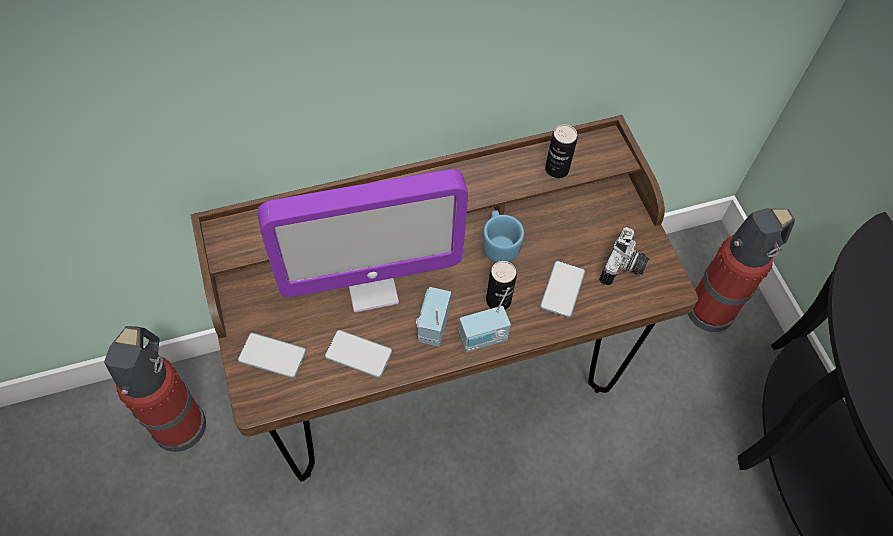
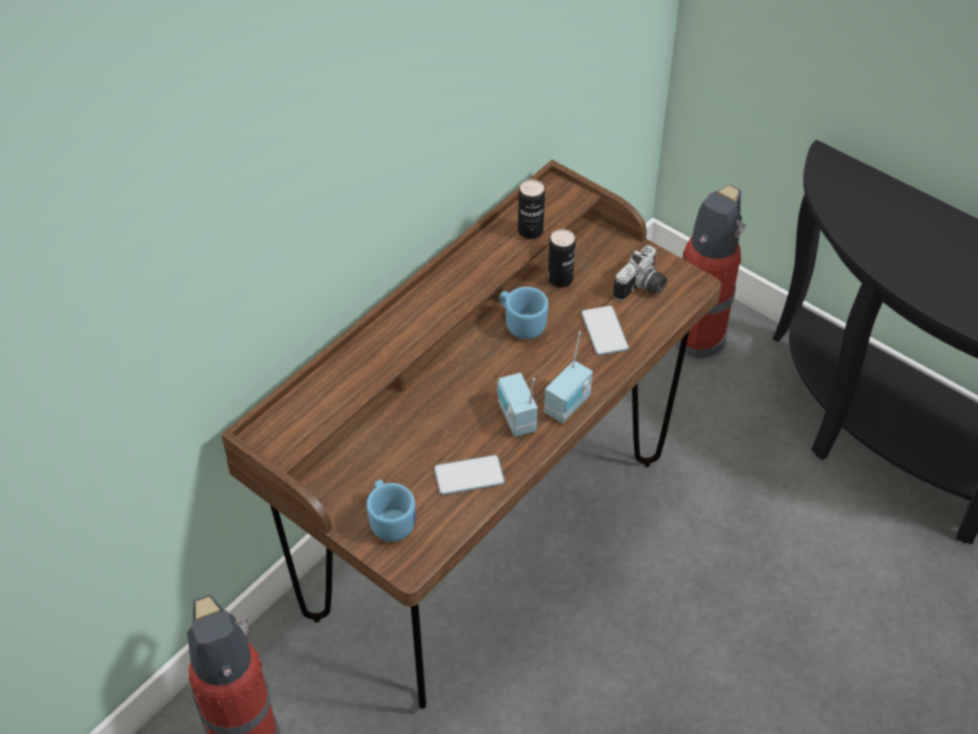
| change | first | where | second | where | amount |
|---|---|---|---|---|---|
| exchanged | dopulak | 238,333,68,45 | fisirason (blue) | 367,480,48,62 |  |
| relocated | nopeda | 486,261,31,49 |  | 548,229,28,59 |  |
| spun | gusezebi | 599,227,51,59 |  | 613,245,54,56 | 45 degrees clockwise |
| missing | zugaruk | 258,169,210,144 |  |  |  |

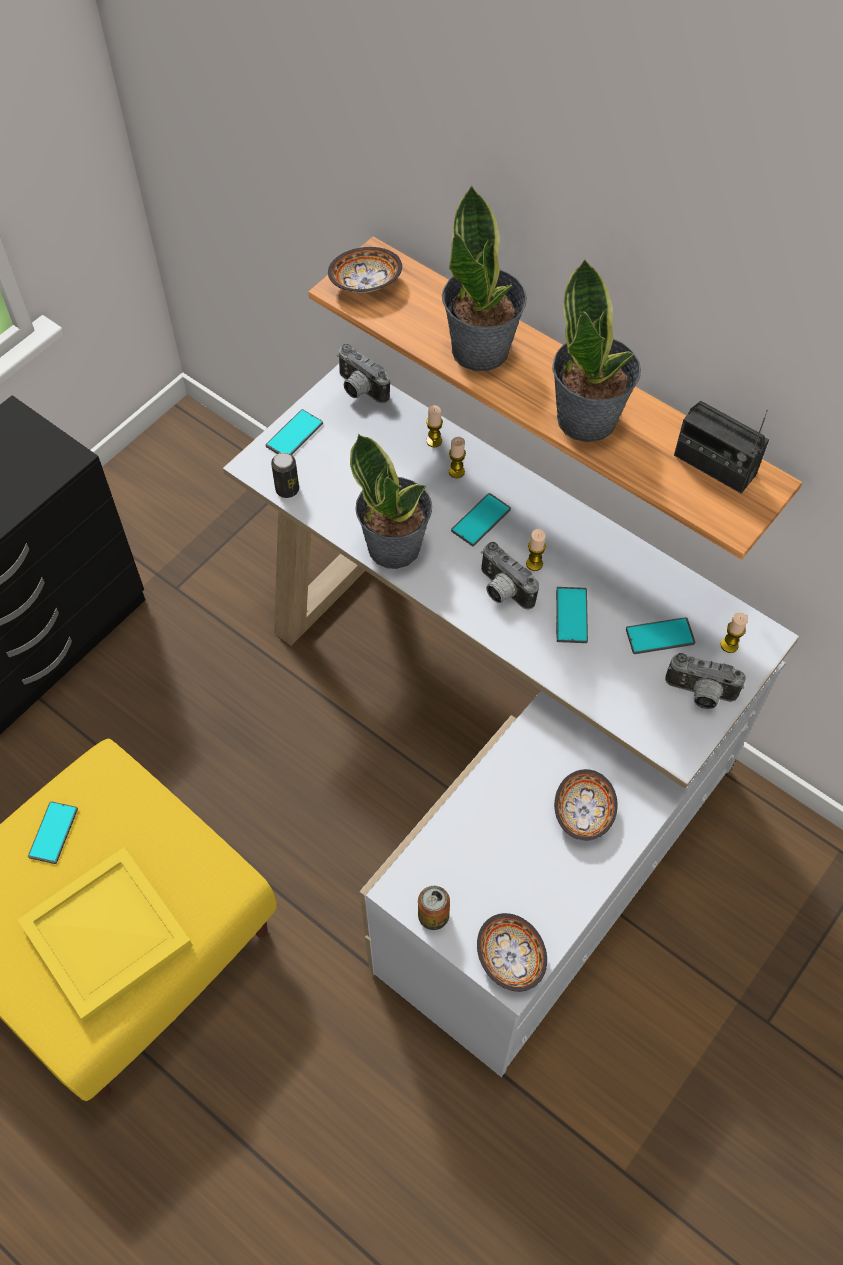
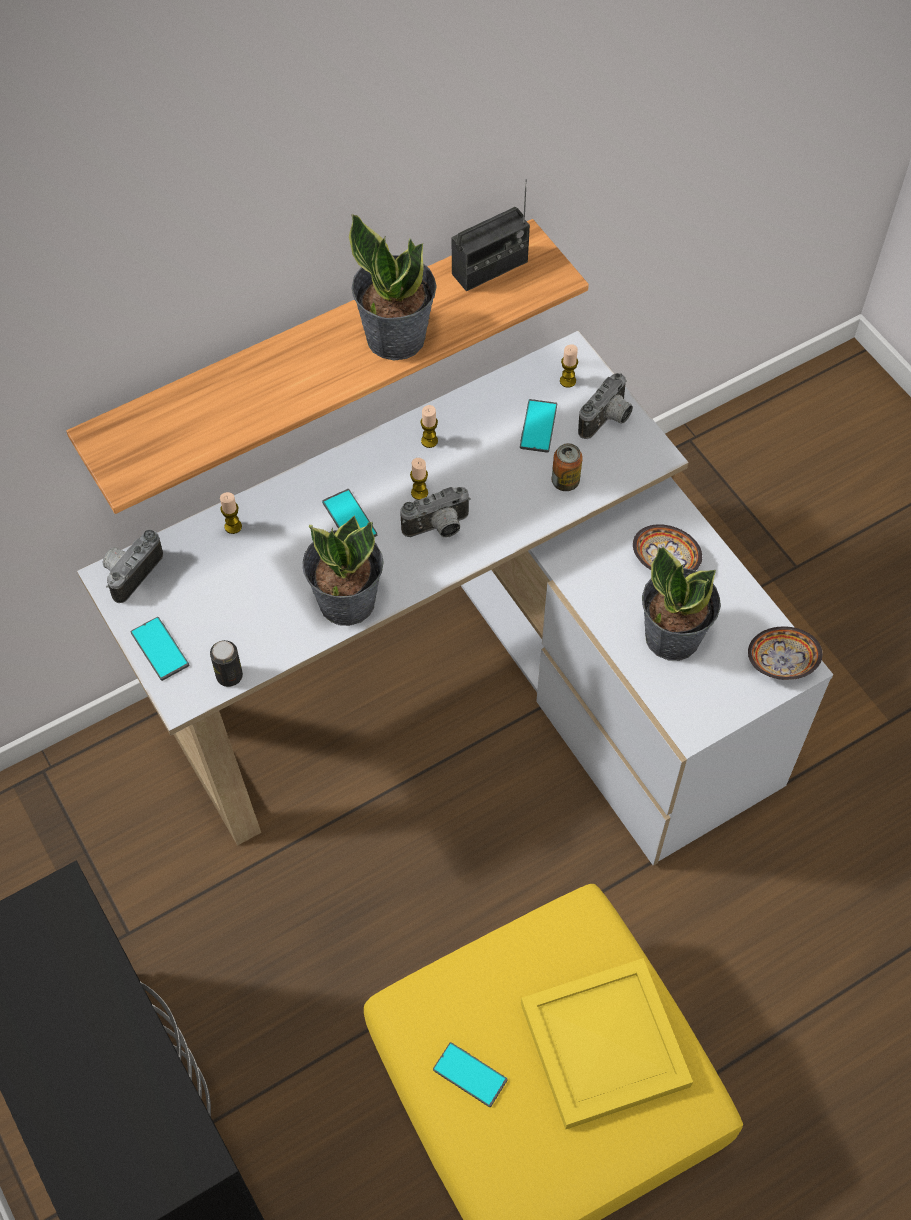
| change | first | where | second | where | amount |
|---|---|---|---|---|---|
| spun | gusezebi | 337,344,53,60 |  | 103,530,60,73 | 150 degrees clockwise |
| relocated | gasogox | 449,437,17,41 |  | 420,405,18,43 |  |
| relocated | nopeda | 418,886,32,44 |  | 552,443,31,48 |  |
| relocated | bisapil | 442,185,85,186 |  | 642,546,79,115 |  |
| missing | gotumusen | 328,247,74,46 |  |  |  |
| missing | dopulak | 556,587,32,56 |  |  |  |

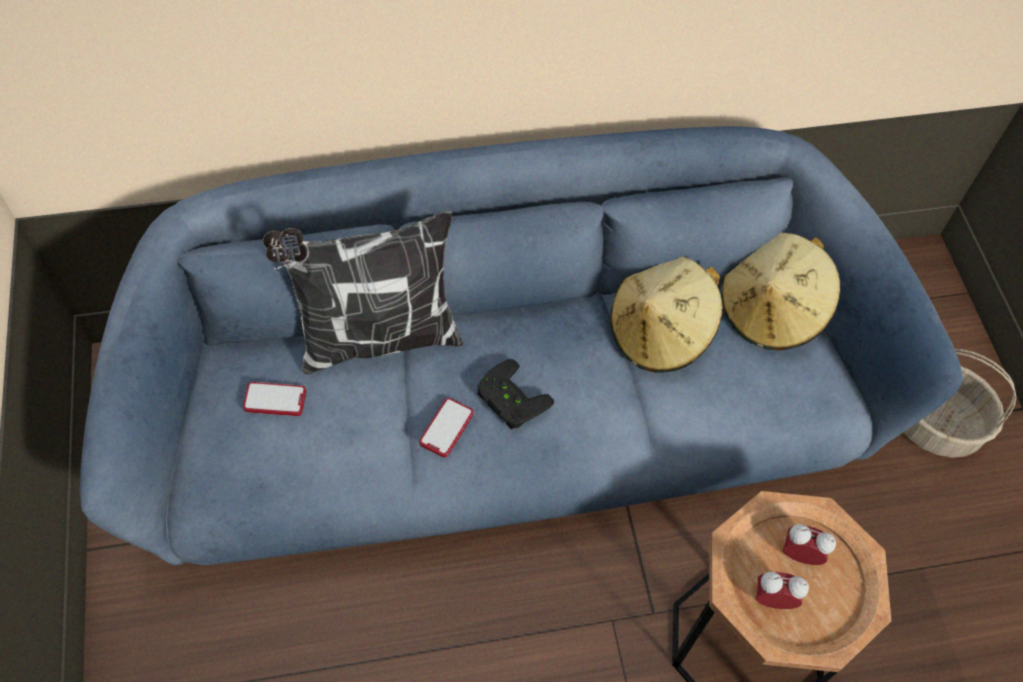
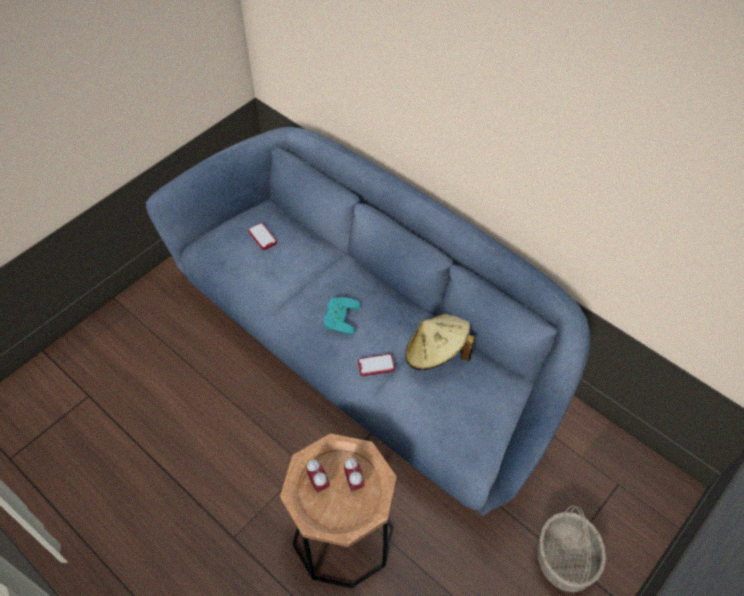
| change | first | where | second | where | amount |
|---|---|---|---|---|---|
| colour | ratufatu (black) | 477,359,77,71 | ratufatu (turquoise) | 324,297,37,38 |  |
| relocated | dopulak | 419,398,54,60 |  | 358,354,37,22 |  |
| missing | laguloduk | 263,211,201,164 |  |  |  |
| missing | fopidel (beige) | 721,233,119,117 |  |  |  |

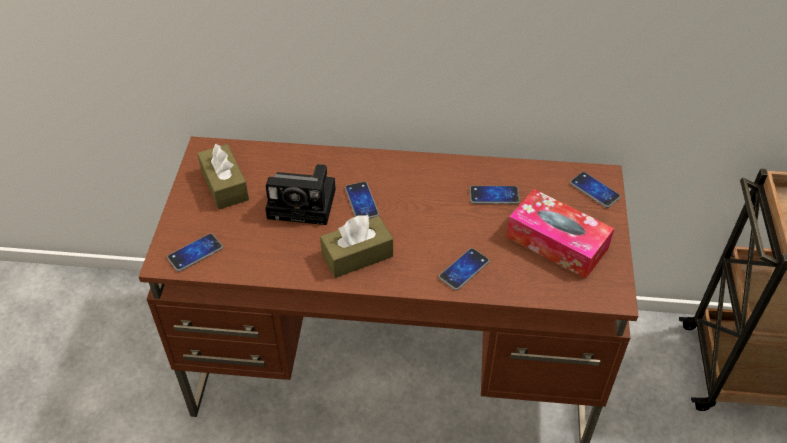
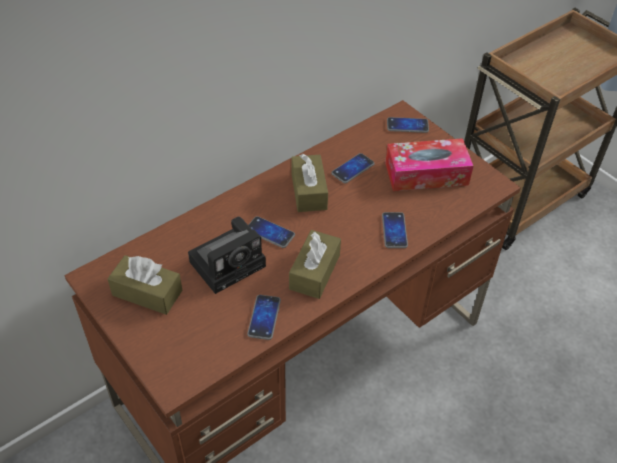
| change | first | where | second | where | amount |
|---|---|---|---|---|---|
| relocated | dopulak | 167,233,56,39 |  | 247,295,34,45 |  |
| appeared |  |  | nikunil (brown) | 291,154,37,58 |  |

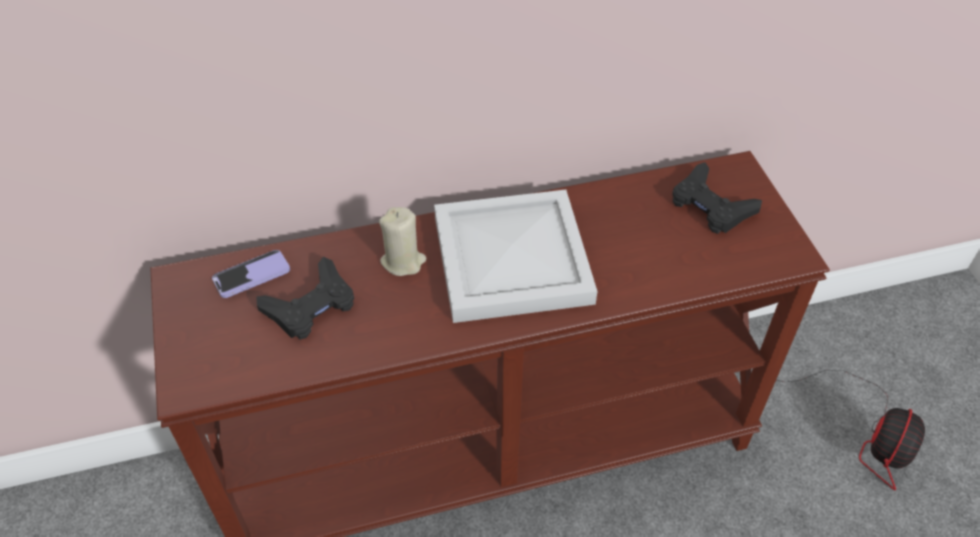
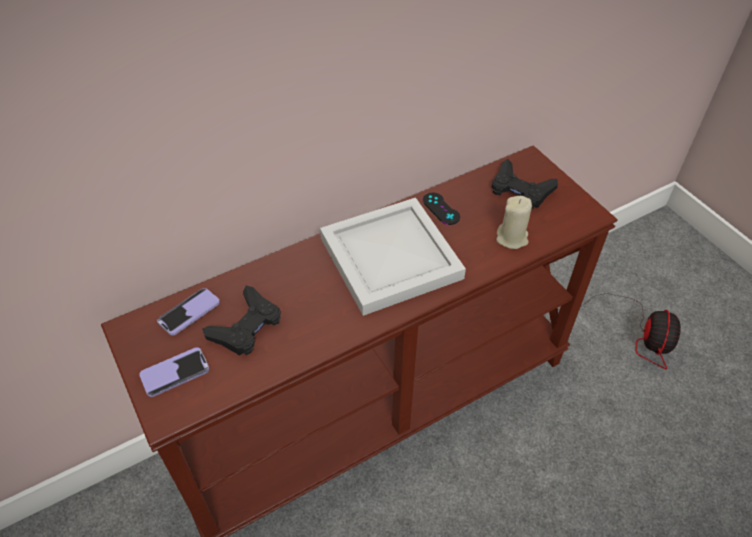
| change | first | where | second | where | amount |
|---|---|---|---|---|---|
| appeared |  |  | dopulak | 139,347,70,50 |  |
| appeared |  |  | ratufatu (black) | 423,193,37,32 |  |
| relocated | gasogox (beige) | 379,207,47,69 |  | 496,196,36,53 |  |

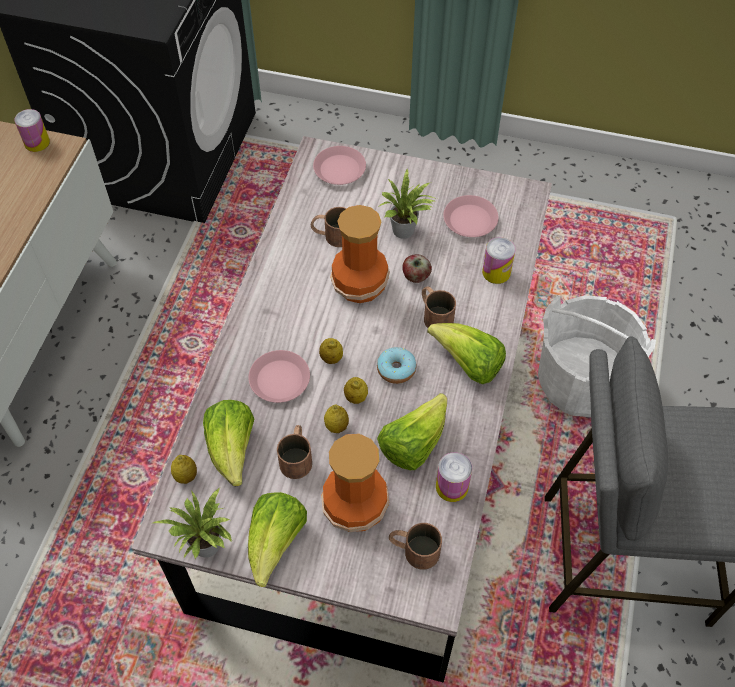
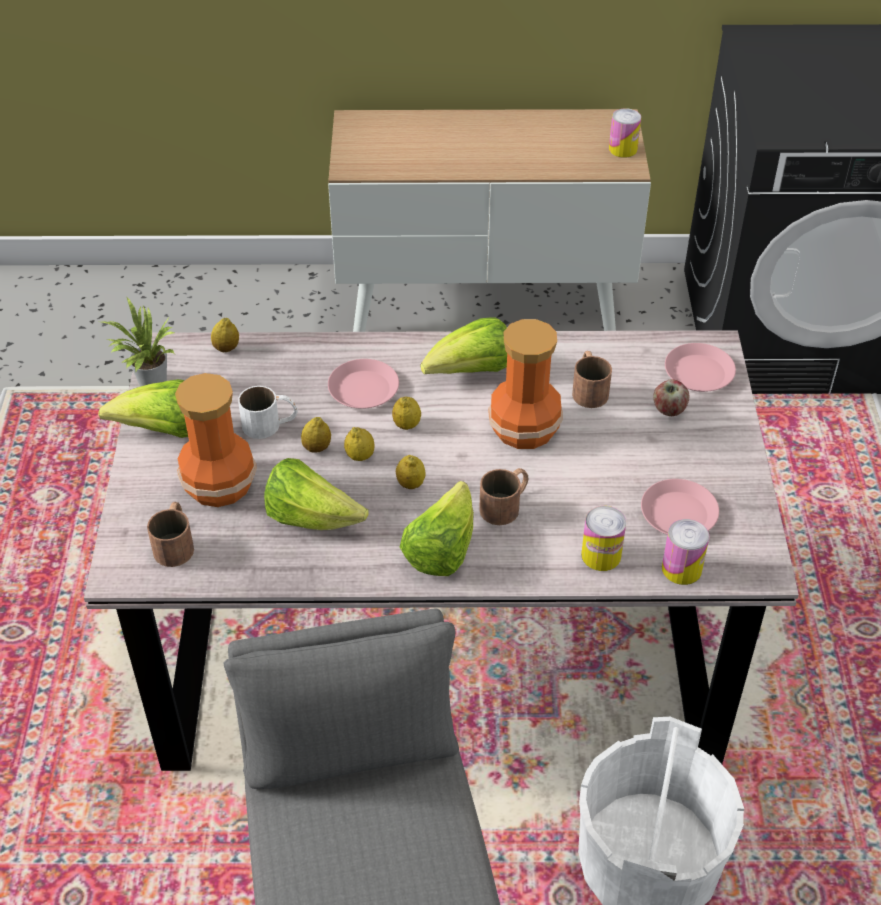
| change | first | where | second | where | amount |
|---|---|---|---|---|---|
| colour | fisirason (brown) | 277,425,35,54 | fisirason (white) | 238,386,60,53 |  |
| exchanged | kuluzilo | 377,347,39,37 | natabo | 396,455,30,34 |  |
| relocated | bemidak | 203,400,51,86 |  | 421,317,86,57 |  |
| relocated | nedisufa | 402,254,30,29 |  | 653,379,36,37 |  |
| relocated | nopeda | 436,452,36,50 |  | 662,519,48,66 |  |
| missing | bisapil | 378,168,59,71 |  |  |  |

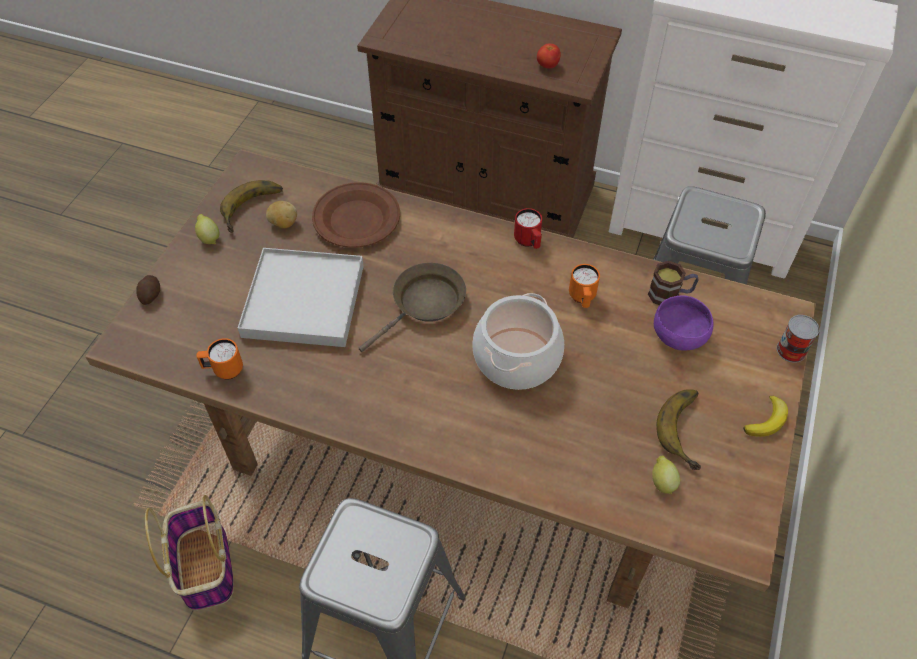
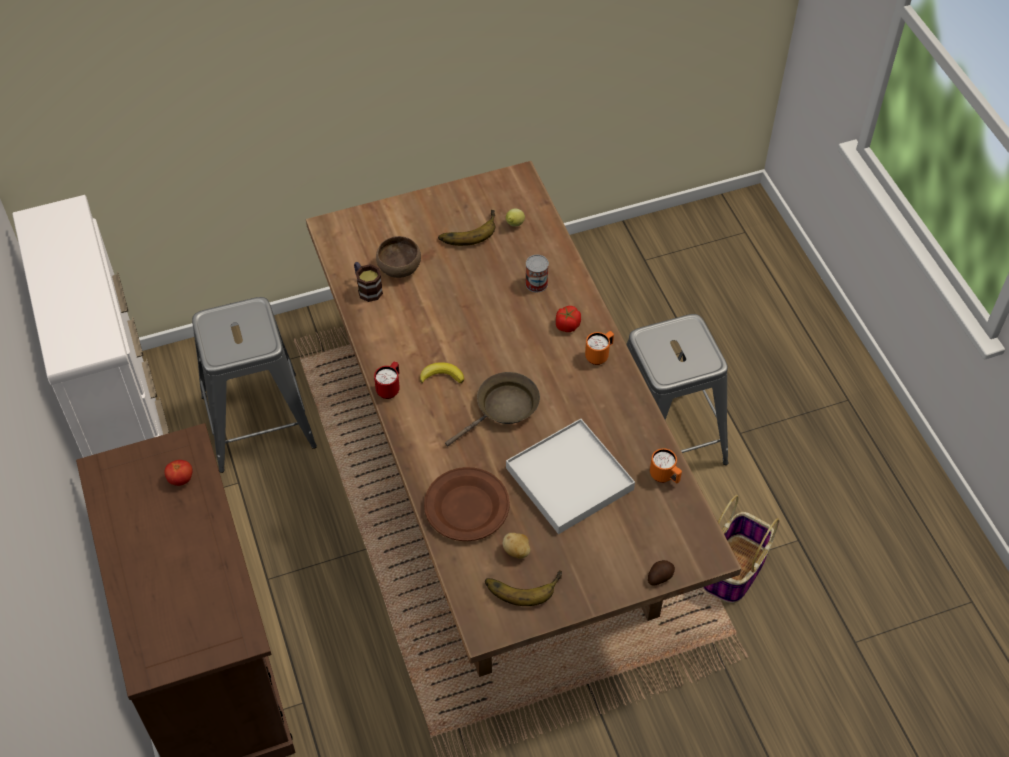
| change | first | where | second | where | amount |
|---|---|---|---|---|---|
| colour | gotumusen (purple) | 654,296,60,55 | gotumusen (brown) | 376,236,45,42 |  |
| relocated | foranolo | 743,396,45,41 |  | 420,362,44,21 |  |
| spun | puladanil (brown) | 359,262,107,90 |  | 445,372,95,75 | 135 degrees clockwise |
| relocated | nopeda | 777,315,43,48 |  | 525,255,24,37 |  |
| appeared |  |  | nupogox | 556,306,25,26 |  |
| relocated | fisirason (orange) | 569,264,31,44 |  | 585,331,29,34 |  |
| missing | natabo | 195,214,24,30 |  |  |  |
| missing | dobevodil | 472,293,92,97 |  |  |  |

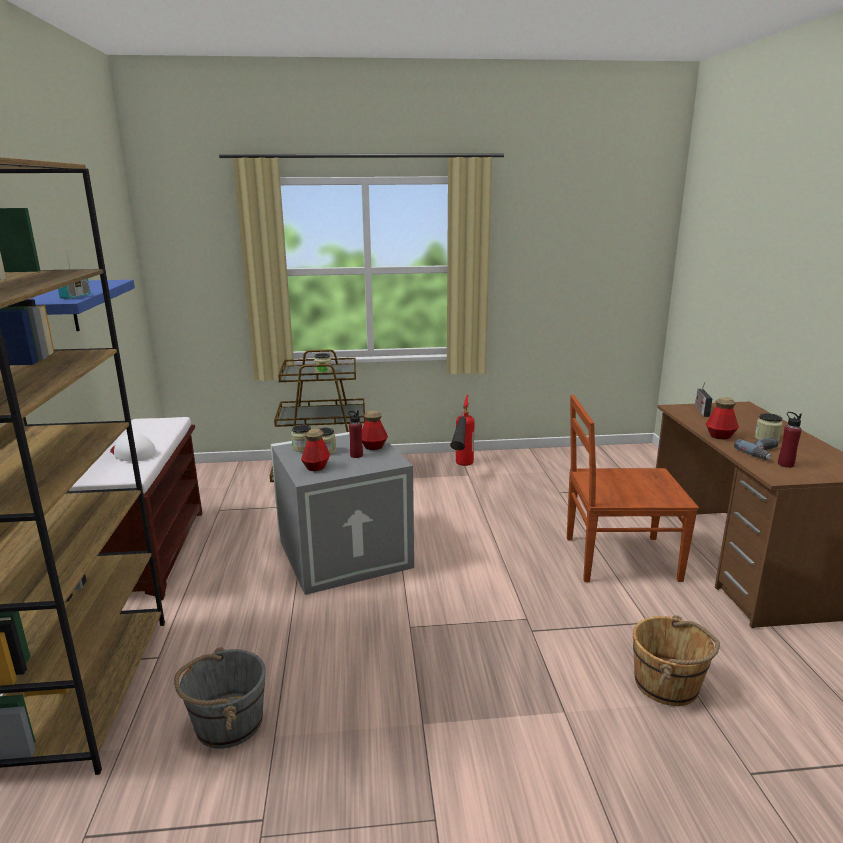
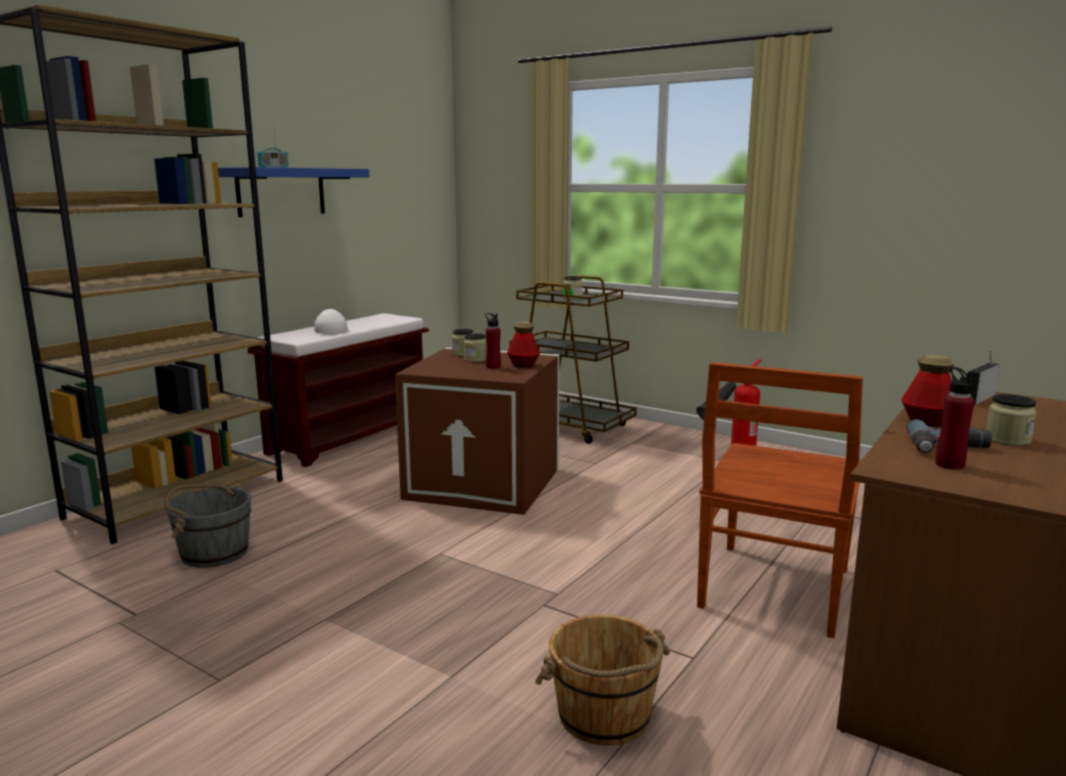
| change | first | where | second | where | amount |
|---|---|---|---|---|---|
| colour | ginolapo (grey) | 271,432,143,163 | ginolapo (brown) | 395,347,165,168 |  |
| spun | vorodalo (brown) | 567,395,132,187 |  | 697,362,166,276 | 105 degrees counterclockwise |
| missing | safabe | 301,428,29,43 |  |  |  |

